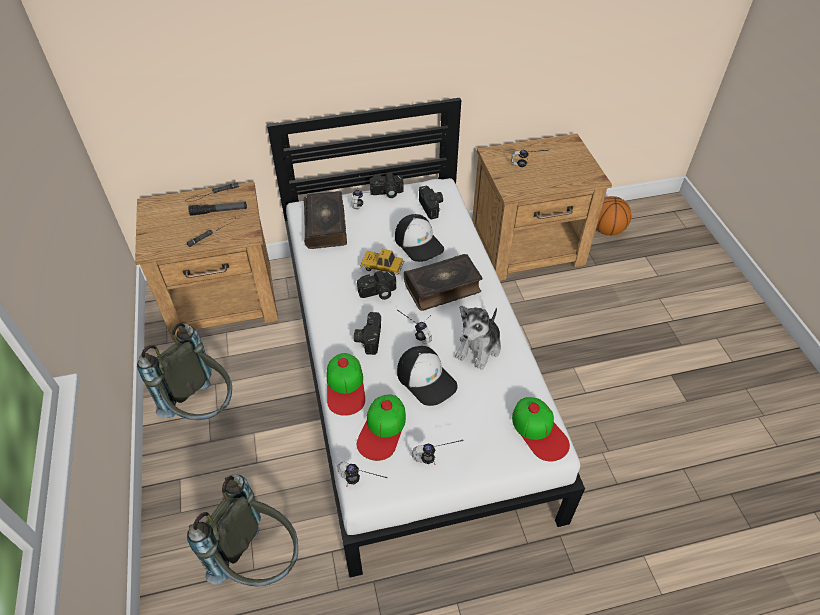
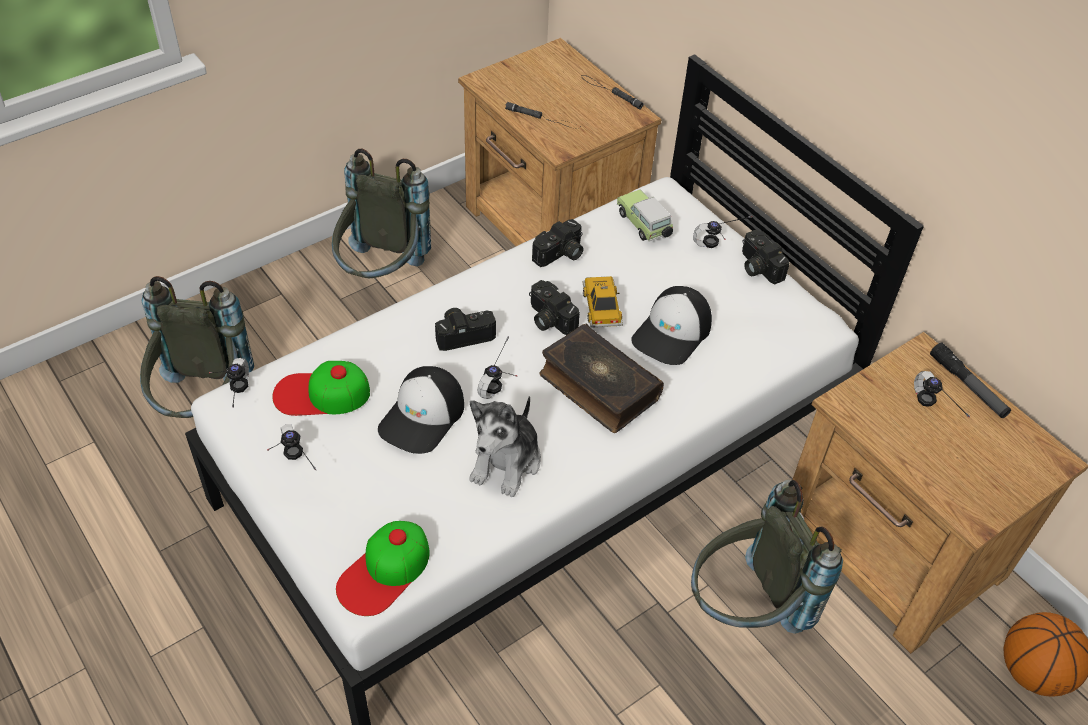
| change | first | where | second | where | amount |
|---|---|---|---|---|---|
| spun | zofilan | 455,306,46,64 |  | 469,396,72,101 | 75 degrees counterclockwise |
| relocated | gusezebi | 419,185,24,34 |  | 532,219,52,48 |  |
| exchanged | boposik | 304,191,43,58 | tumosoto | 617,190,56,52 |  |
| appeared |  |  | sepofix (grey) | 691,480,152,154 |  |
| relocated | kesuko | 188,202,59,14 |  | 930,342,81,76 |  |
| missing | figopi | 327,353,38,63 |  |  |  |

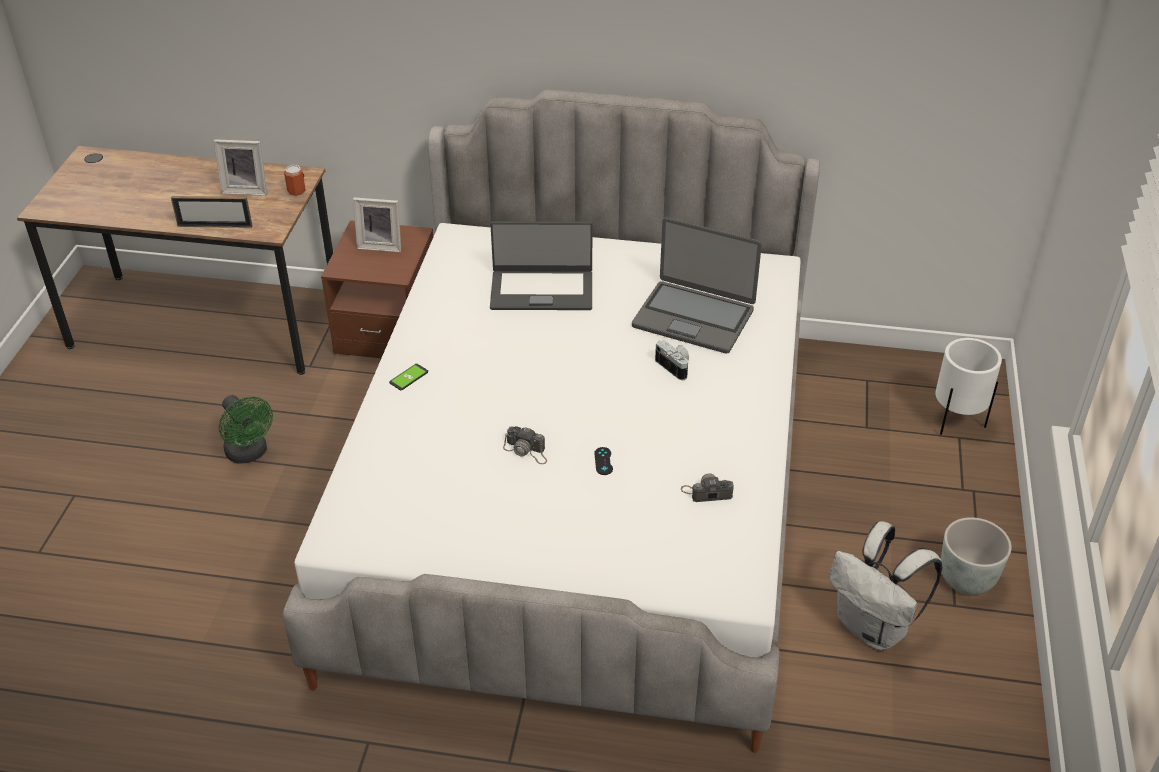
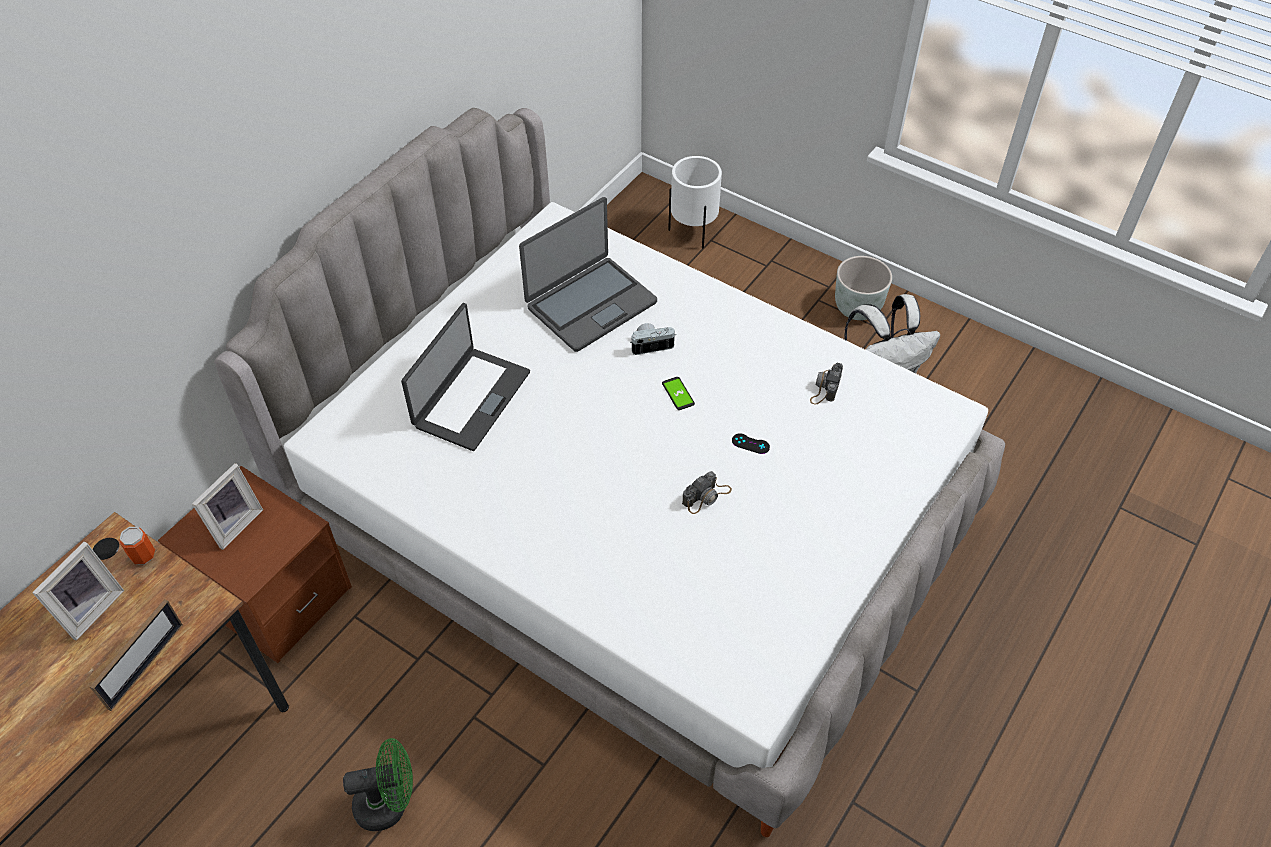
| change | first | where | second | where | amount |
|---|---|---|---|---|---|
| relocated | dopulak | 389,364,39,26 |  | 662,377,33,33 |  |

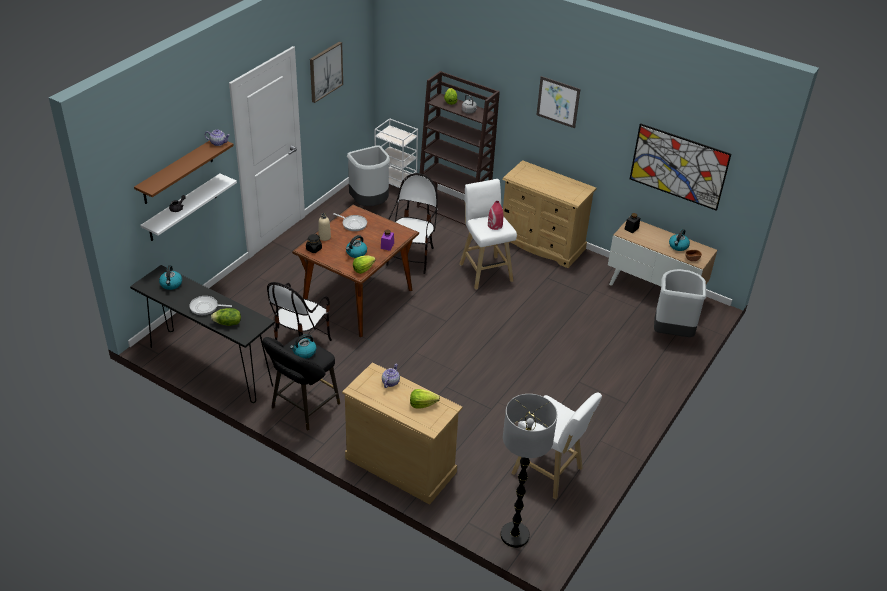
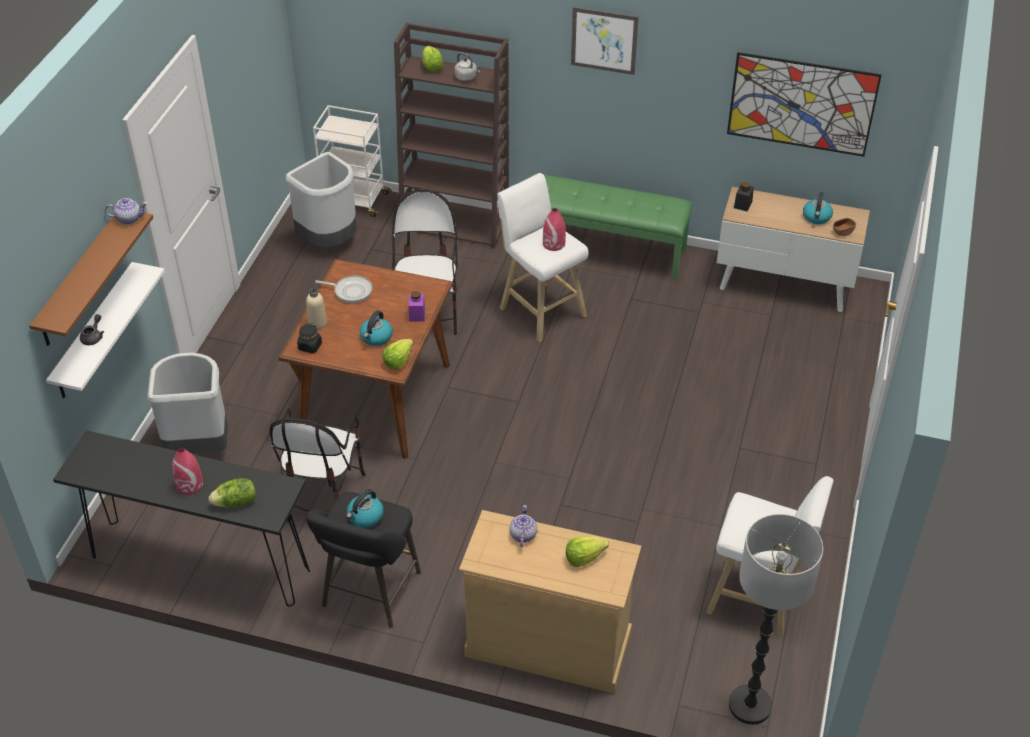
| change | first | where | second | where | amount |
|---|---|---|---|---|---|
| relocated | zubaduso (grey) | 654,269,52,68 |  | 147,352,81,101 |  |
| exchanged | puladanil | 189,296,43,19 | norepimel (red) | 172,447,31,48 |  |
| exchanged | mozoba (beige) | 502,160,95,108 | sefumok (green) | 529,174,164,106 |  |
| missing | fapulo | 159,265,23,25 |  |  |  |
| missing | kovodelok | 310,42,33,61 |  |  |  |

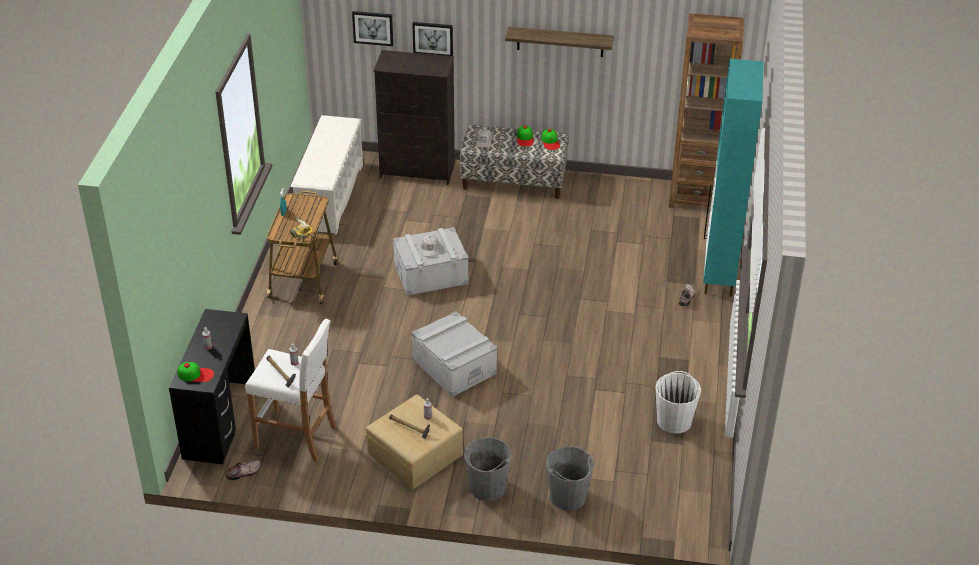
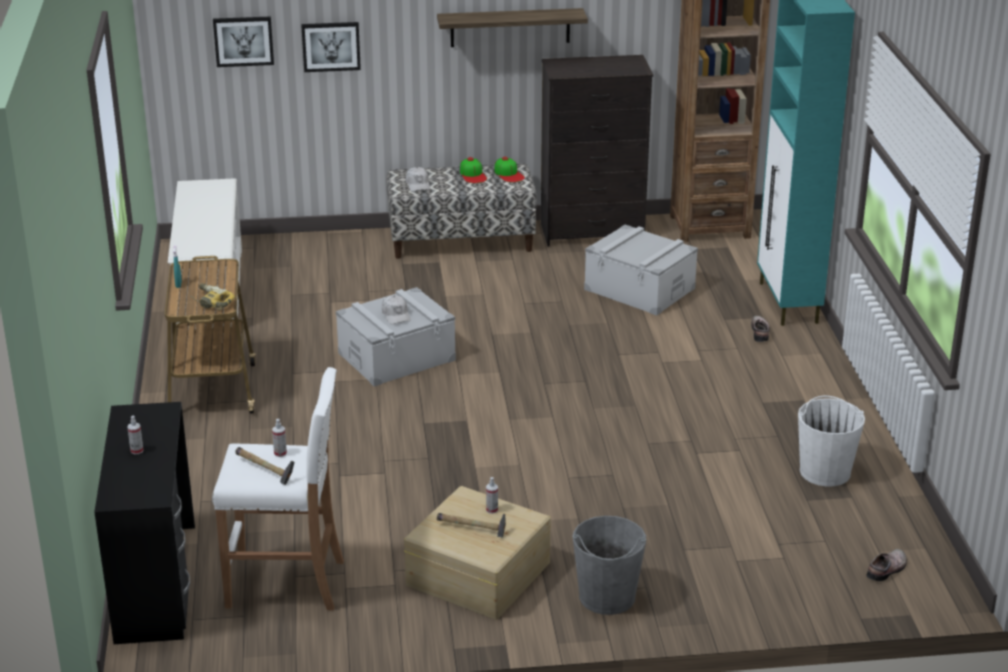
| change | first | where | second | where | amount |
|---|---|---|---|---|---|
| relocated | mozoba (black) | 373,50,82,135 |  | 541,55,112,191 |  |
| relocated | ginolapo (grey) | 411,311,86,86 |  | 584,225,114,91 |  |
| relocated | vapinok | 225,460,36,20 |  | 866,549,41,32 |  |
| missing | figopi | 177,362,37,20 |  |  |  |
| missing | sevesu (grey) | 546,446,48,65 |  |  |  |

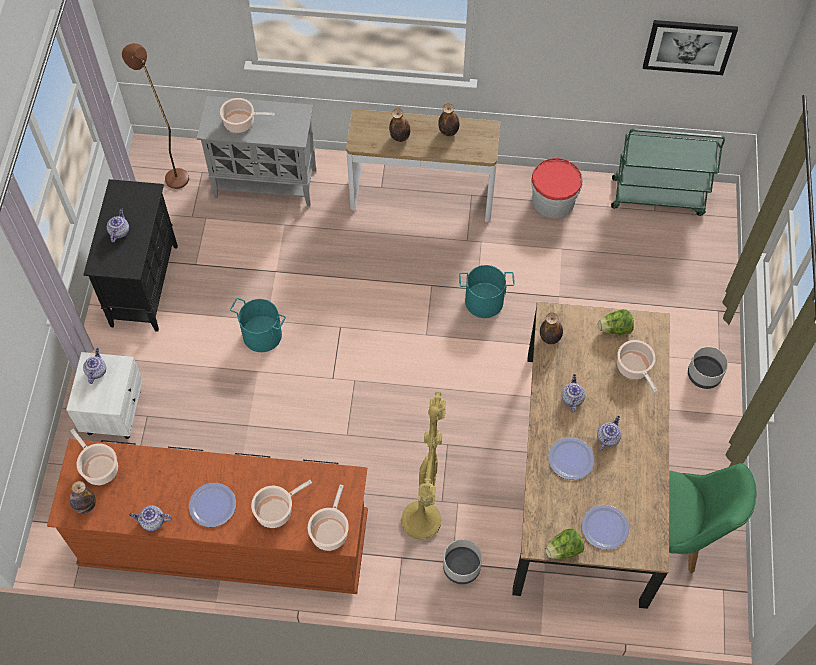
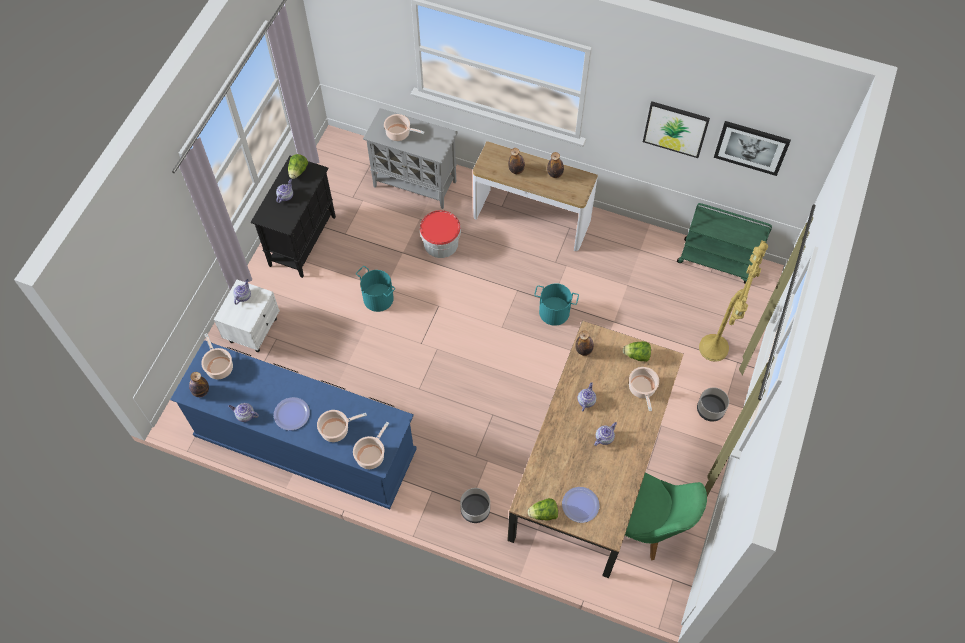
| change | first | where | second | where | amount |
|---|---|---|---|---|---|
| colour | mozoba (brown) | 47,439,321,155 | mozoba (blue) | 170,340,247,169 |  |
| appeared |  |  | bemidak | 288,154,20,25 |  |
| relocated | sevesu | 531,158,52,60 |  | 420,210,41,48 |  |
| appeared |  |  | kovodelok | 643,101,67,57 |  |
| relocated | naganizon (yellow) | 402,391,44,149 |  | 699,240,69,122 |  |
| missing | naganizon (brown) | 122,43,67,146 |  |  |  |
| missing | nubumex | 548,437,46,43 |  |  |  |

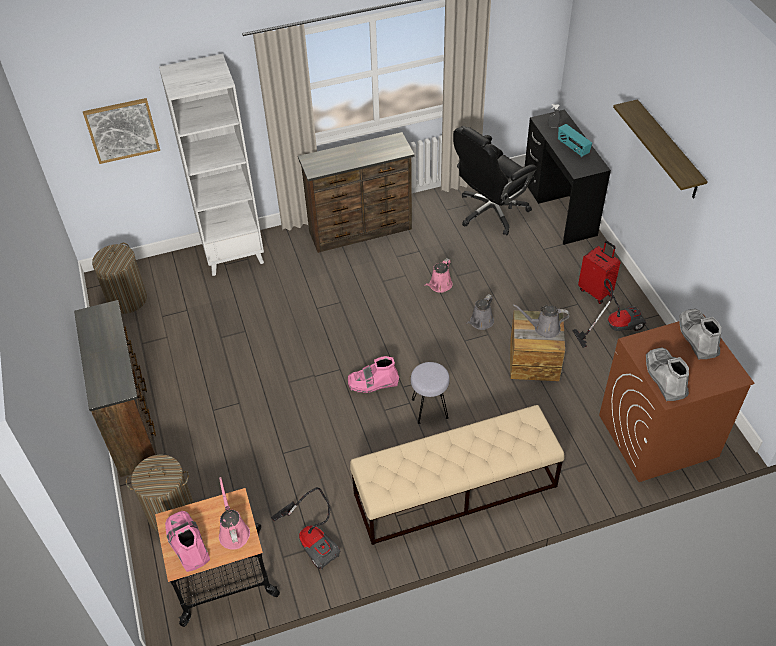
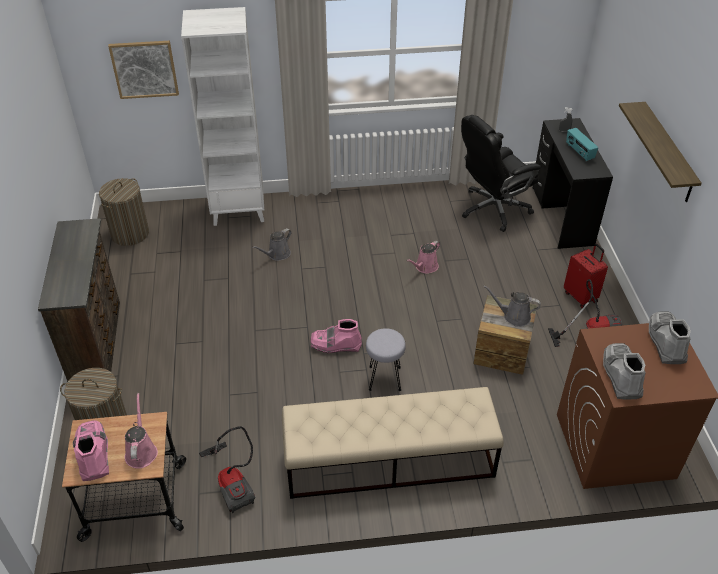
| change | first | where | second | where | amount |
|---|---|---|---|---|---|
| relocated | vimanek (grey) | 466,294,28,36 |  | 252,228,40,33 |  |
| missing | mozoba (brown) | 298,132,117,121 |  |  |  |

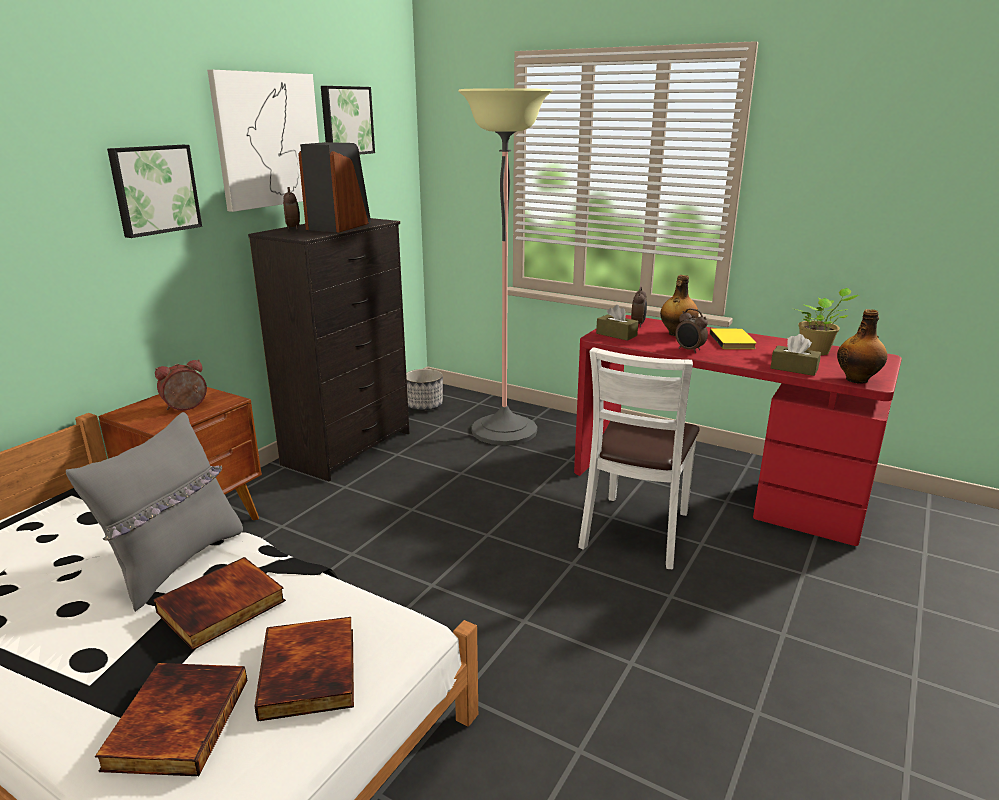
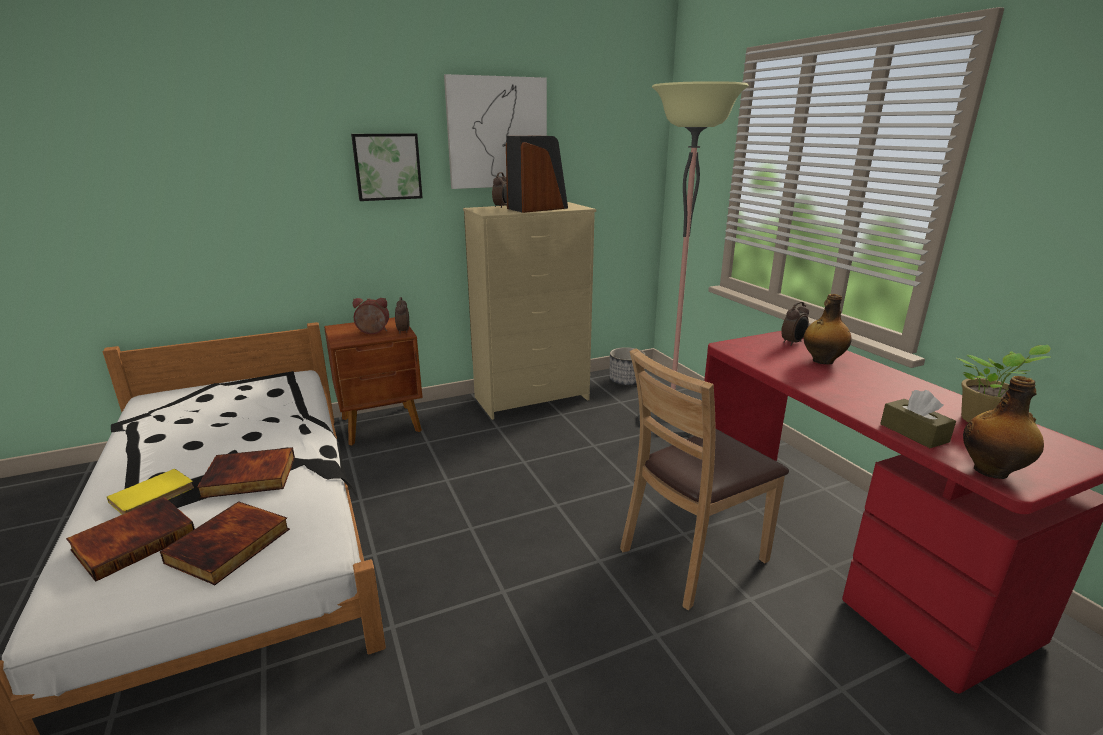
| change | first | where | second | where | amount |
|---|---|---|---|---|---|
| relocated | boposik (yellow) | 710,328,46,21 |  | 107,469,87,46 |  |
| relocated | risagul | 675,308,33,45 |  | 395,297,14,37 |  |
| colour | mozoba (black) | 248,218,161,263 | mozoba (beige) | 463,202,133,218 |  |
| colour | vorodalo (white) | 578,347,122,222 | vorodalo (brown) | 620,348,169,262 |  |
| missing | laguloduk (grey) | 66,412,177,200 |  |  |  |
| missing | kovodelok | 321,86,54,69 |  |  |  |
| missing | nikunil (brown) | 596,305,42,36 |  |  |  |

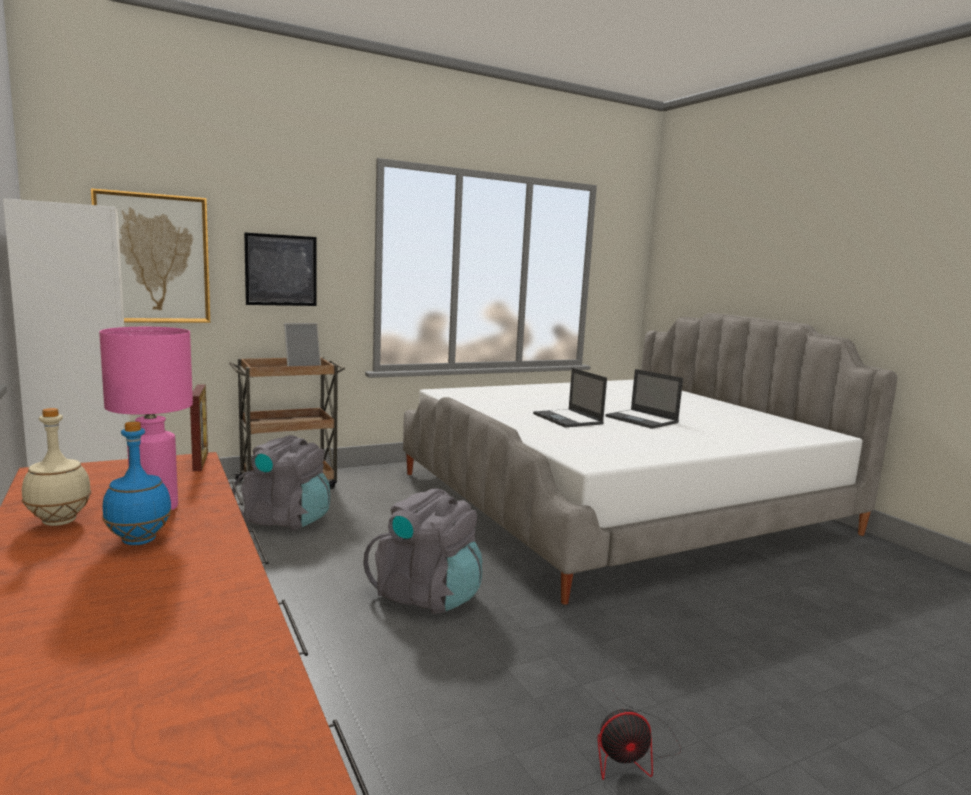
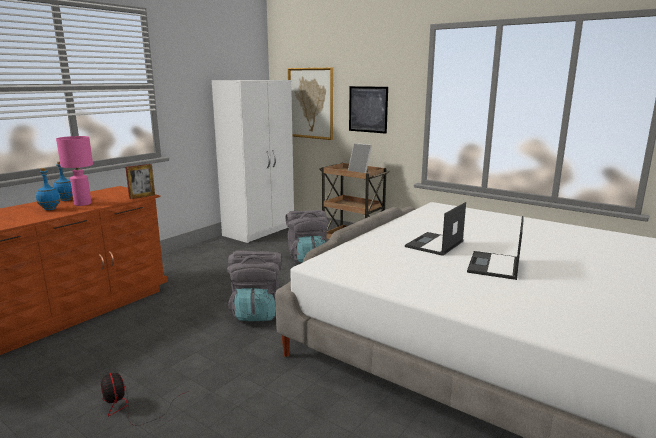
| change | first | where | second | where | amount |
|---|---|---|---|---|---|
| colour | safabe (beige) | 22,408,69,118 | safabe (blue) | 53,161,20,40 |  |

